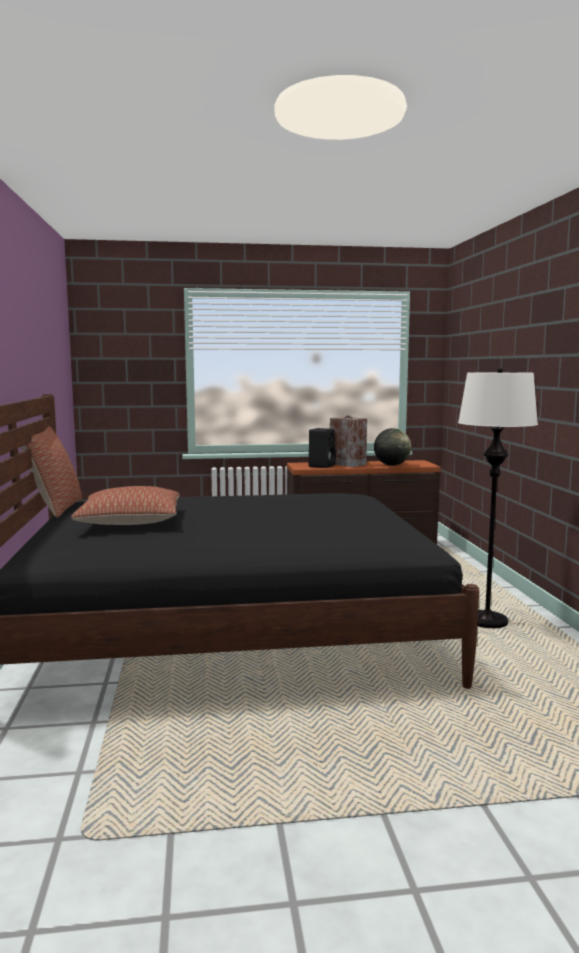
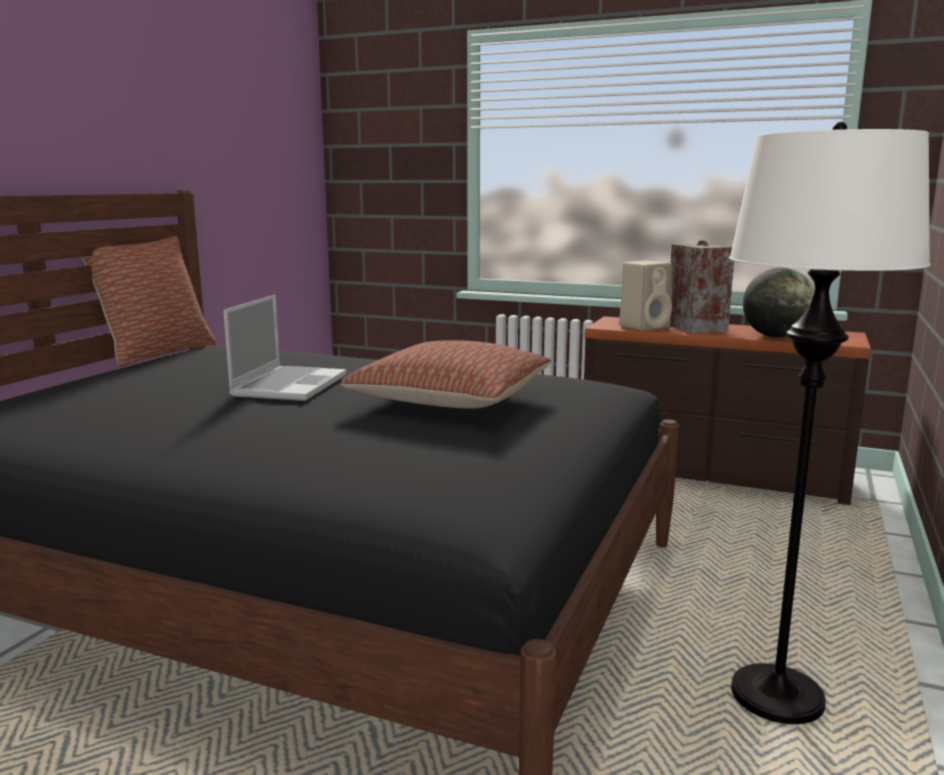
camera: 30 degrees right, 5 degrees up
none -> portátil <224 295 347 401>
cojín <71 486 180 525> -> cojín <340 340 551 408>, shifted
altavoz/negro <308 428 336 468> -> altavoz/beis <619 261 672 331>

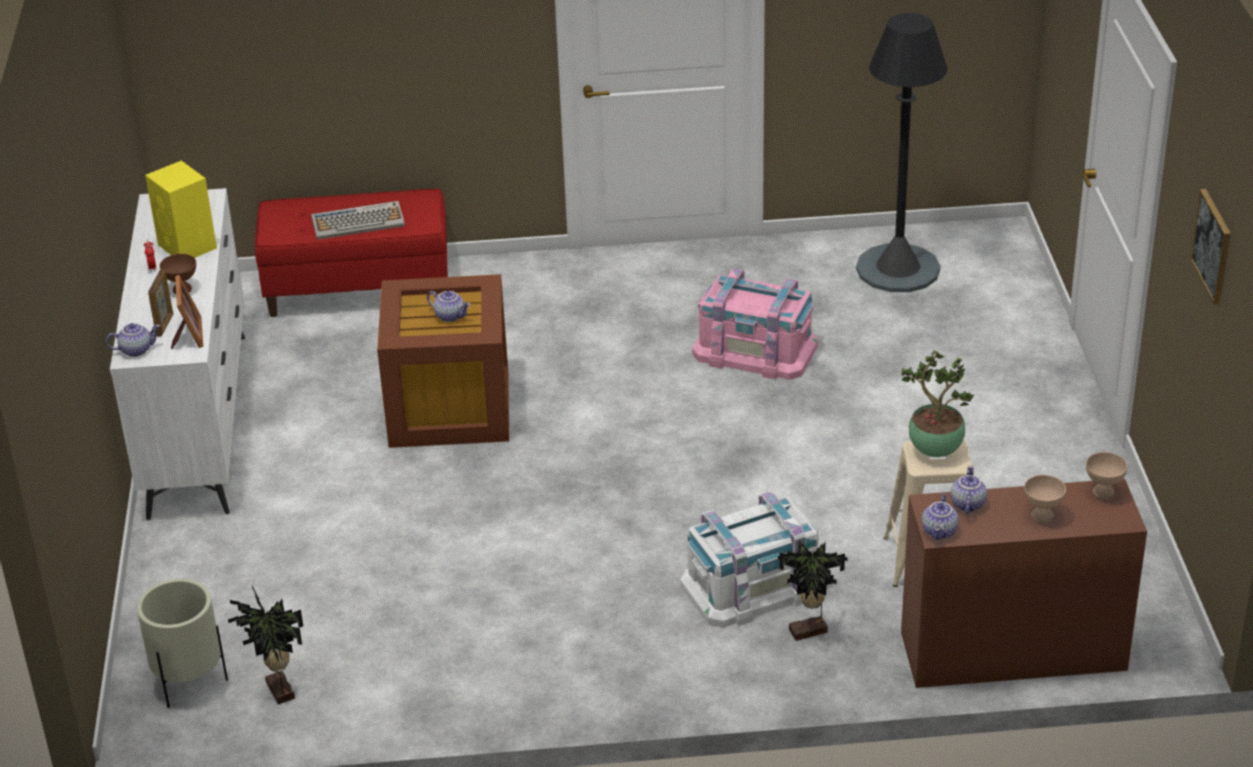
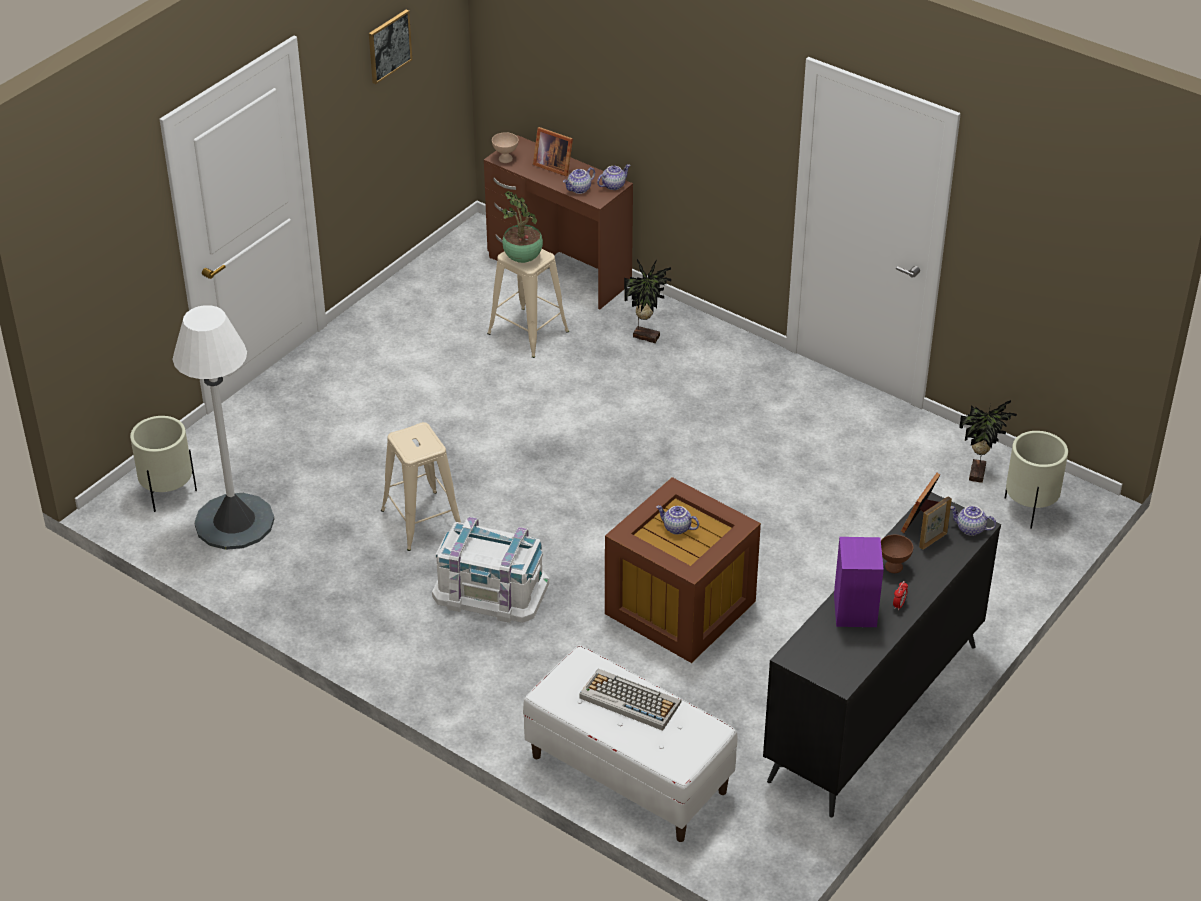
camera: 140 degrees left, 5 degrees up
none -> maceta/beis <130 416 197 512>
caja de almacenaje/blanco <680 492 819 628> -> caja de almacenaje/blanco <432 517 549 623>, shifted
caja de almacenaje/rosa <692 269 818 380> -> taburete/beis <381 422 461 551>
cuenco/beis <1024 475 1066 522> -> portarretratos <533 127 573 176>
cómoda/blanco <110 188 245 520> -> cómoda/negro <763 492 1001 817>
altavoz/amarillo <145 161 217 258> -> altavoz/morado <834 537 884 627>
banco/rojo <255 189 448 317> -> banco/blanco <523 645 737 842>
lámpara de pie/negro <856 13 947 292> -> lámpara de pie/blanco <172 305 274 550>
tetera <427 291 470 322> -> tetera <656 505 699 534>, 45 degrees counterclockwise

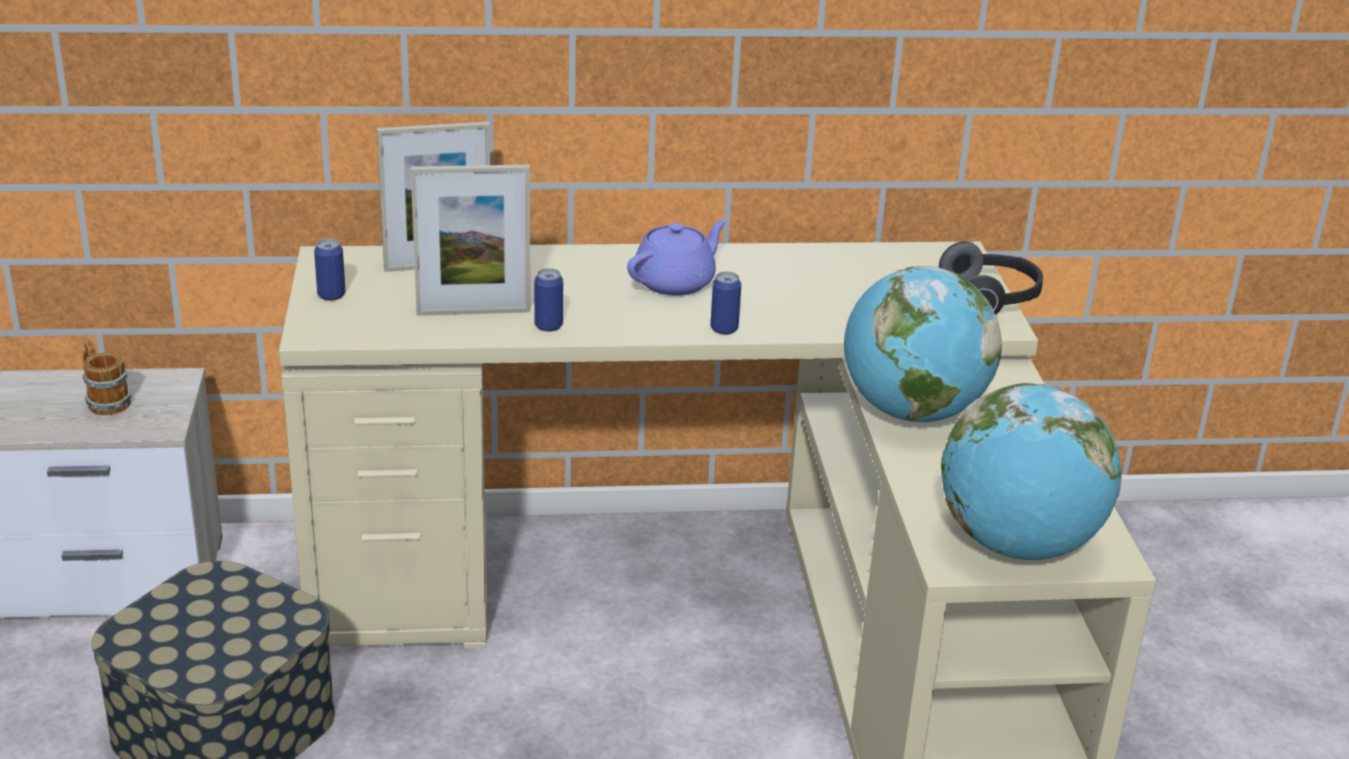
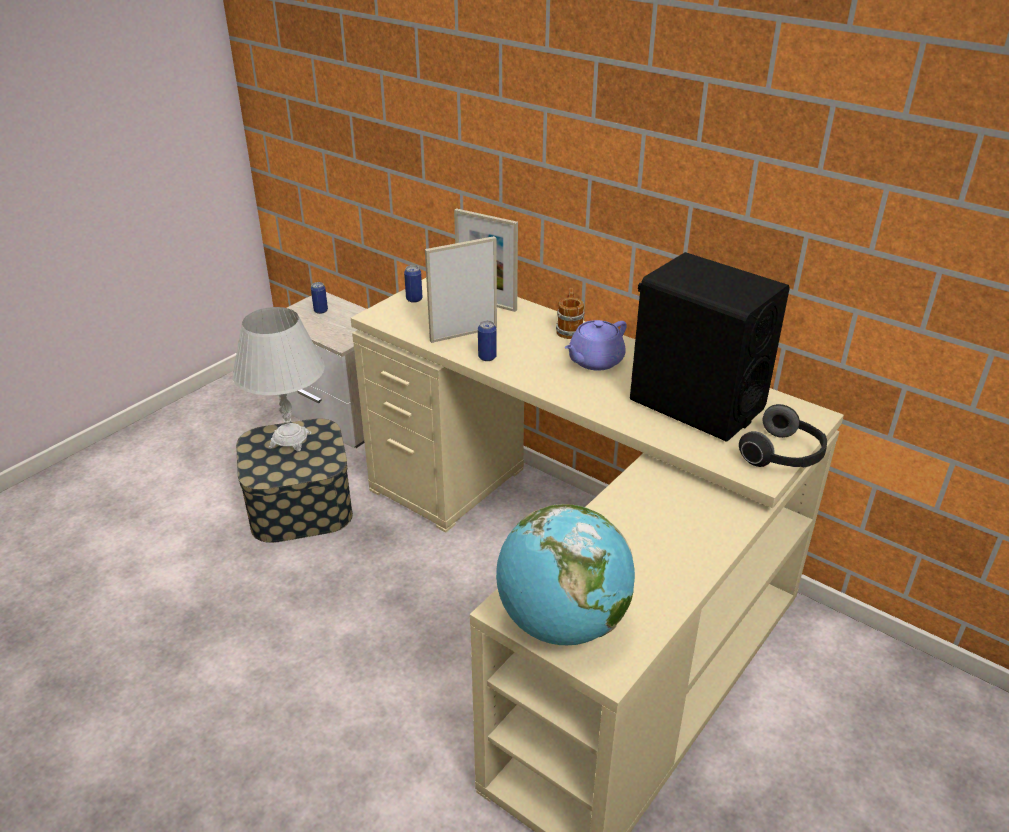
camera: 45 degrees right, 5 degrees up
globo terráqueo <844 266 1002 422> -> none
none -> lámpara de mesa/blanco <232 307 325 451>
none -> altavoz/negro <630 252 790 442>
taza grande <82 340 132 415> -> taza grande <556 288 584 339>, shifted
lata <710 271 741 335> -> lata <311 282 328 314>, shifted
portarretratos <411 165 530 316> -> portarretratos <425 236 497 343>, 120 degrees clockwise
tetera/morado <627 219 727 296> -> tetera/morado <564 320 627 371>, 135 degrees clockwise

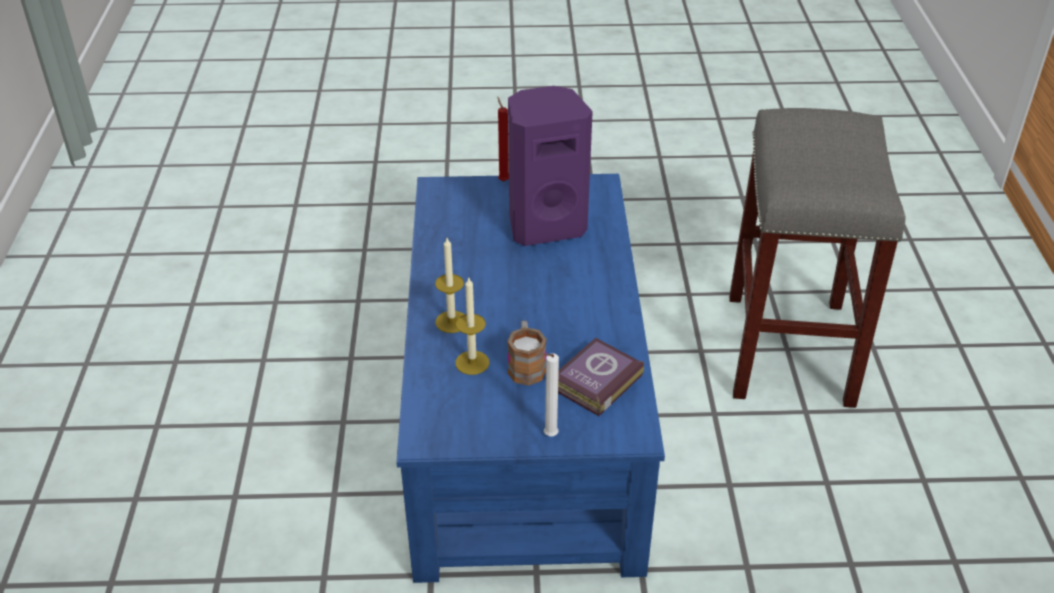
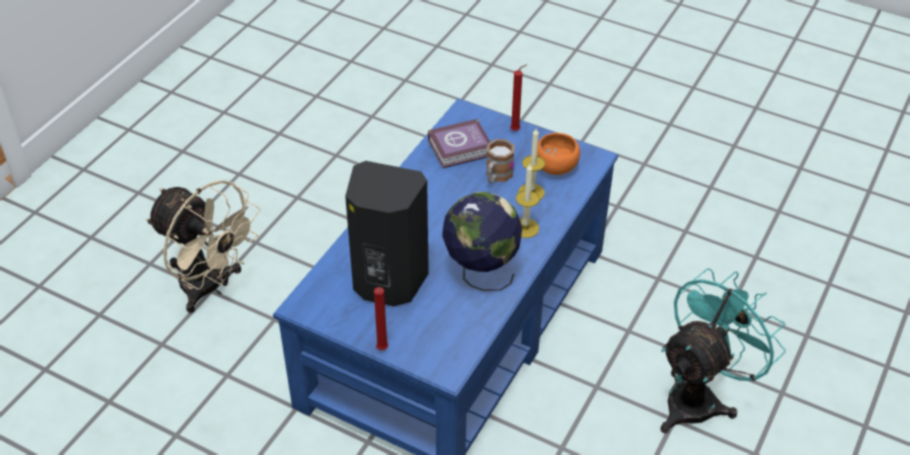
camera: 150 degrees left, 5 degrees up
none -> globo terráqueo <442 192 522 291>
none -> cuenco/naranja <537 133 580 175>
none -> ventilador/turquesa <660 268 786 434>
taburete/gris <729 108 906 408> -> ventilador/beis <146 180 260 313>
altavoz/morado <508 86 593 246> -> altavoz/negro <345 161 429 306>
vela/blanco <543 353 559 436> -> vela/rojo <510 64 527 131>

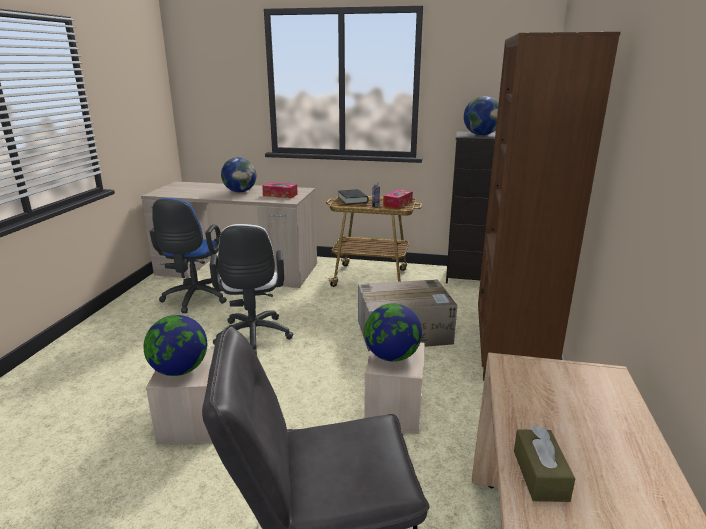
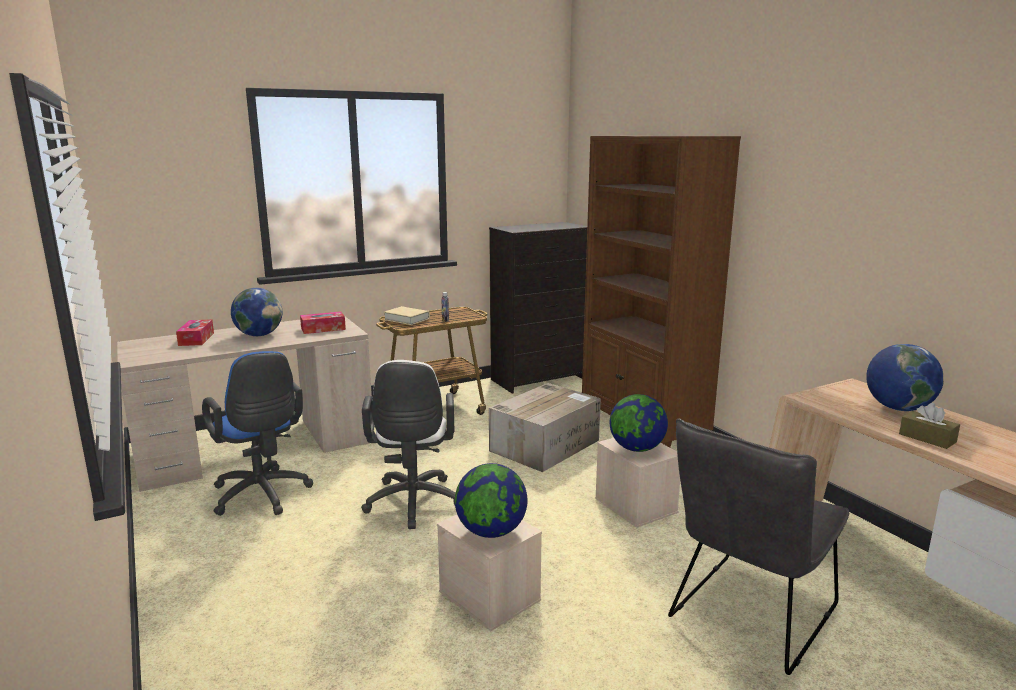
camera: 40 degrees left, 5 degrees down
caja de pañuelos <383 189 413 209> -> caja de pañuelos <176 319 214 346>, shifted
globo terráqueo <464 96 499 135> -> globo terráqueo <866 344 944 411>, shifted
libro/negro <338 189 368 205> -> libro/beis <384 306 430 325>
silla de oficina/blanco <210 224 293 355> -> silla de oficina/blanco <361 360 455 529>, 45 degrees clockwise

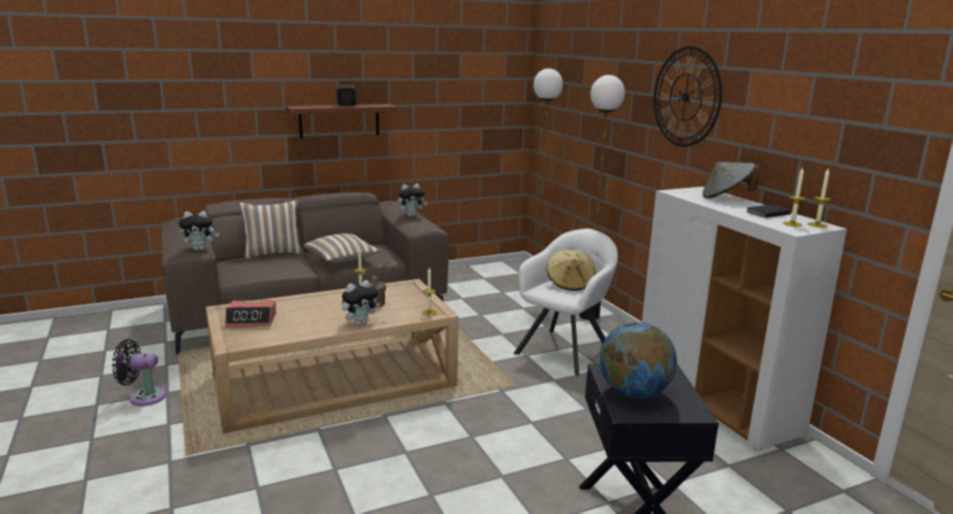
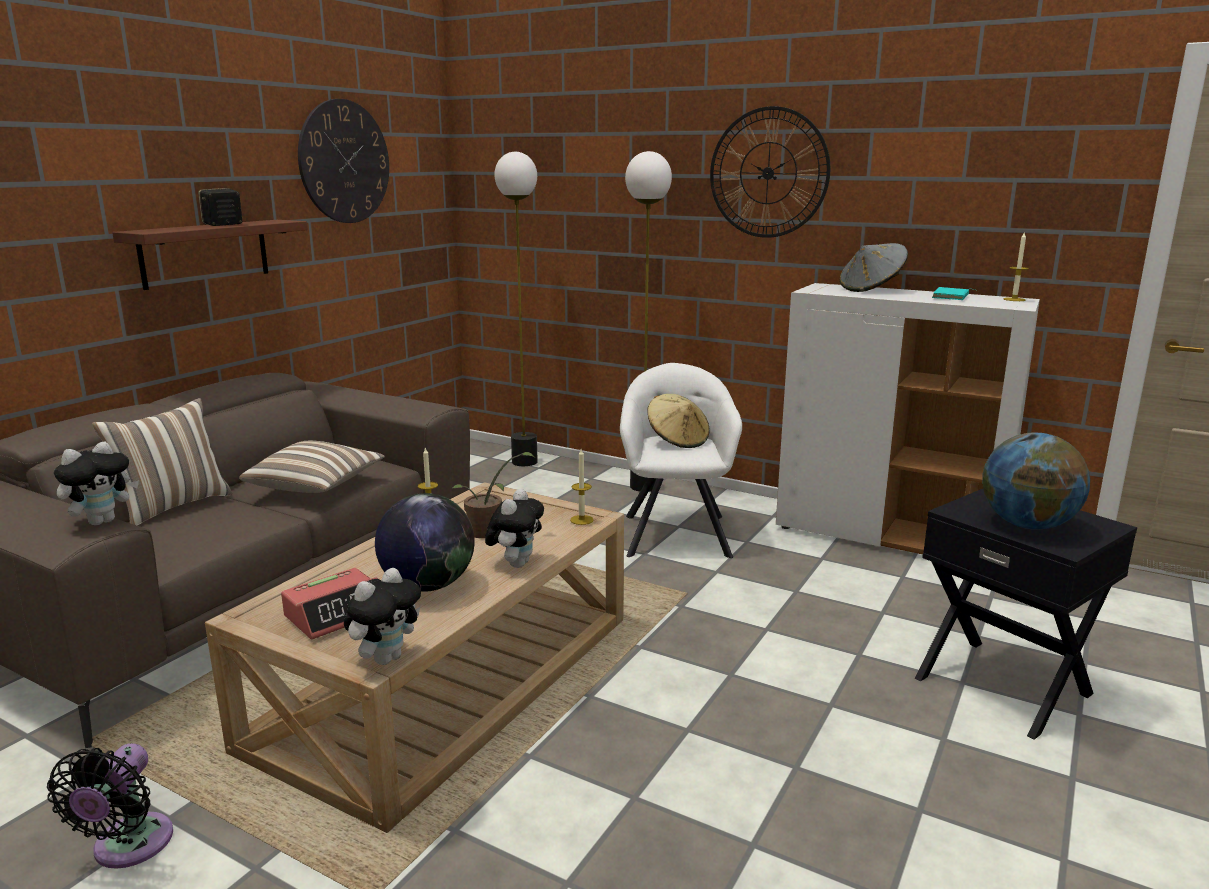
camera: 35 degrees left, 0 degrees up
vela <783 167 806 227> -> none
none -> reloj de pared <298 99 389 223>
none -> globo terráqueo <375 493 475 592>
peluche <398 184 428 217> -> peluche <344 568 421 665>, shifted
libro/negro <746 204 792 218> -> libro/turquesa <932 287 978 300>
ventilador/negro <112 339 166 406> -> ventilador/negro <47 743 173 869>, 45 degrees counterclockwise

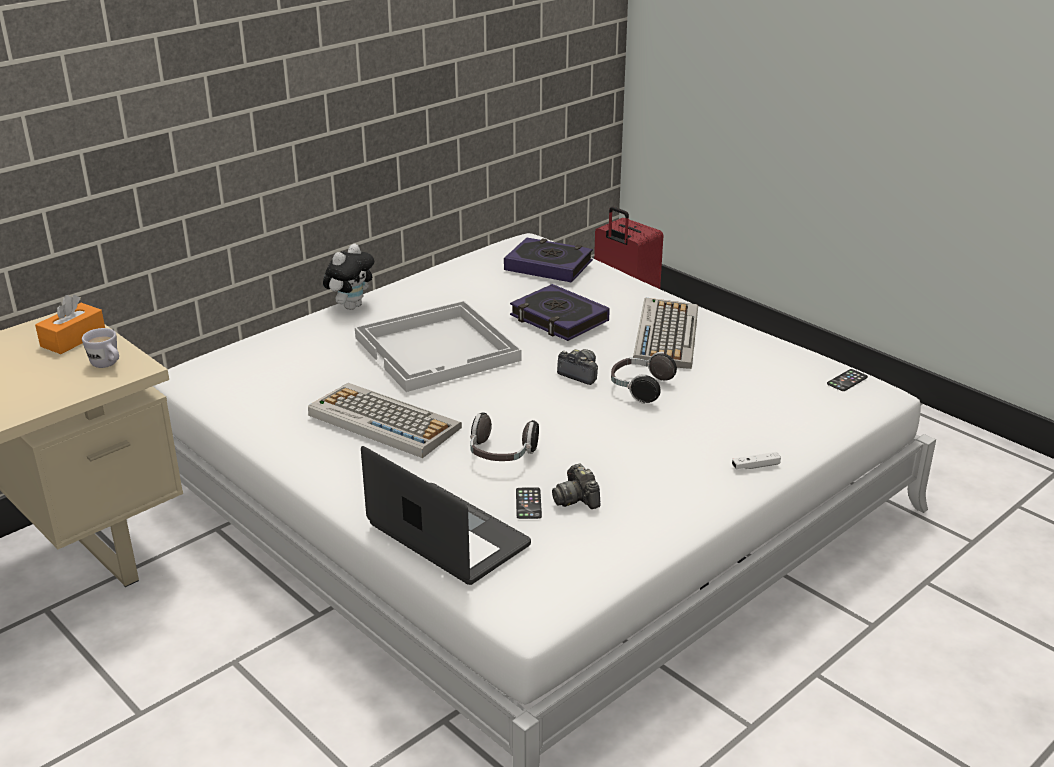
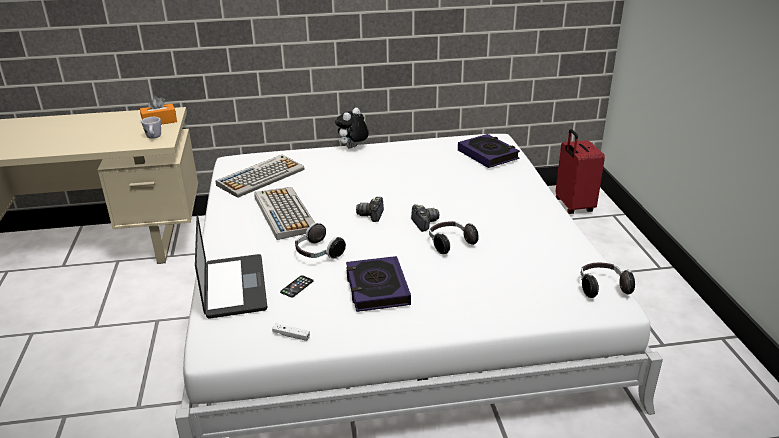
camera: 35 degrees right, 0 degrees up
bandeja/blanco <355 301 522 392> -> none
libro <510 284 610 341> -> libro <346 256 411 312>, shifted
cámara <552 464 600 509> -> cámara <356 197 384 222>, shifted
teclado <633 298 698 369> -> teclado <216 154 304 198>, shifted
mando de consola/blanco <732 452 781 469> -> mando de consola/blanco <272 323 310 341>, shifted
móvil <827 369 868 391> -> auriculares <581 263 635 298>
peluche <323 244 374 310> -> peluche <335 108 369 149>, 150 degrees clockwise

